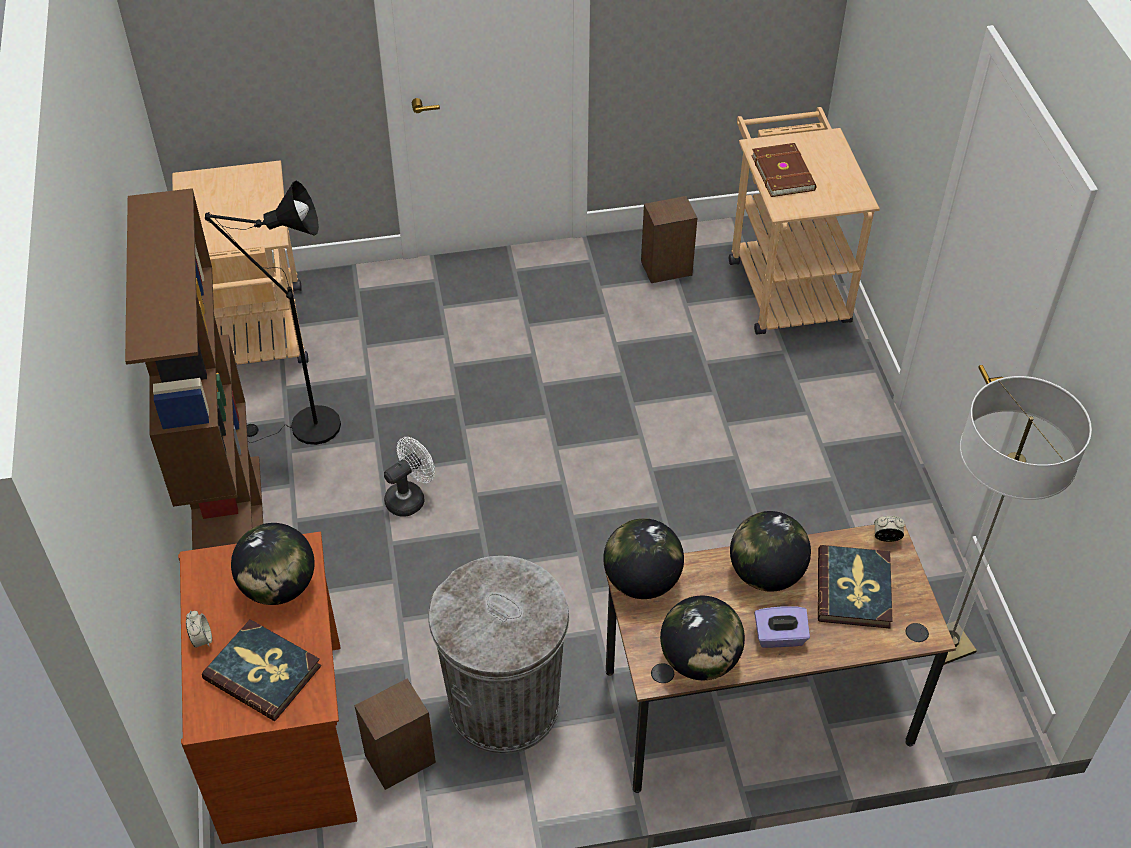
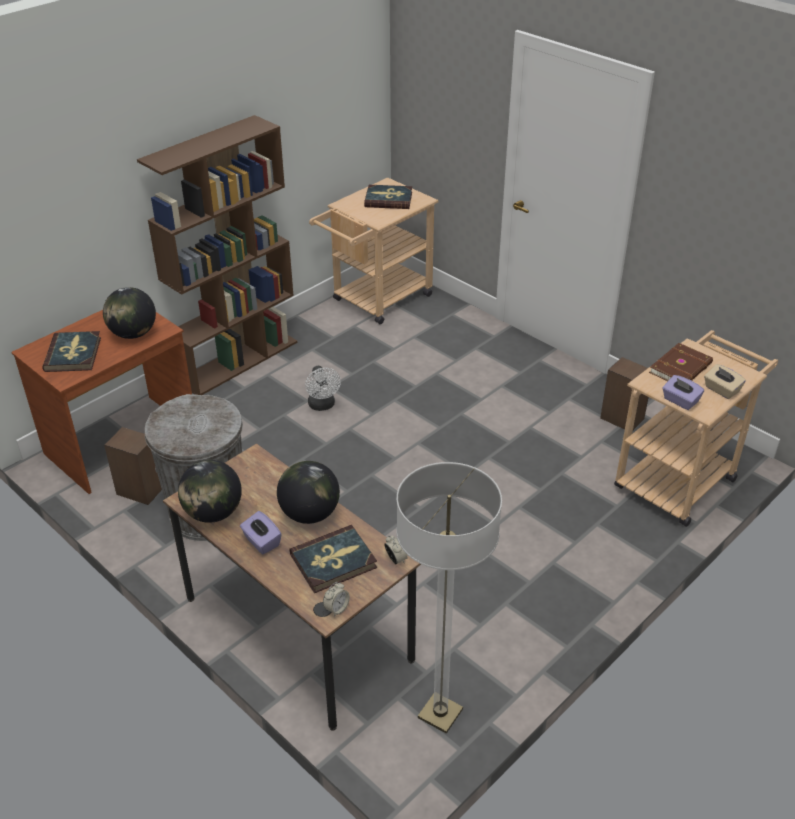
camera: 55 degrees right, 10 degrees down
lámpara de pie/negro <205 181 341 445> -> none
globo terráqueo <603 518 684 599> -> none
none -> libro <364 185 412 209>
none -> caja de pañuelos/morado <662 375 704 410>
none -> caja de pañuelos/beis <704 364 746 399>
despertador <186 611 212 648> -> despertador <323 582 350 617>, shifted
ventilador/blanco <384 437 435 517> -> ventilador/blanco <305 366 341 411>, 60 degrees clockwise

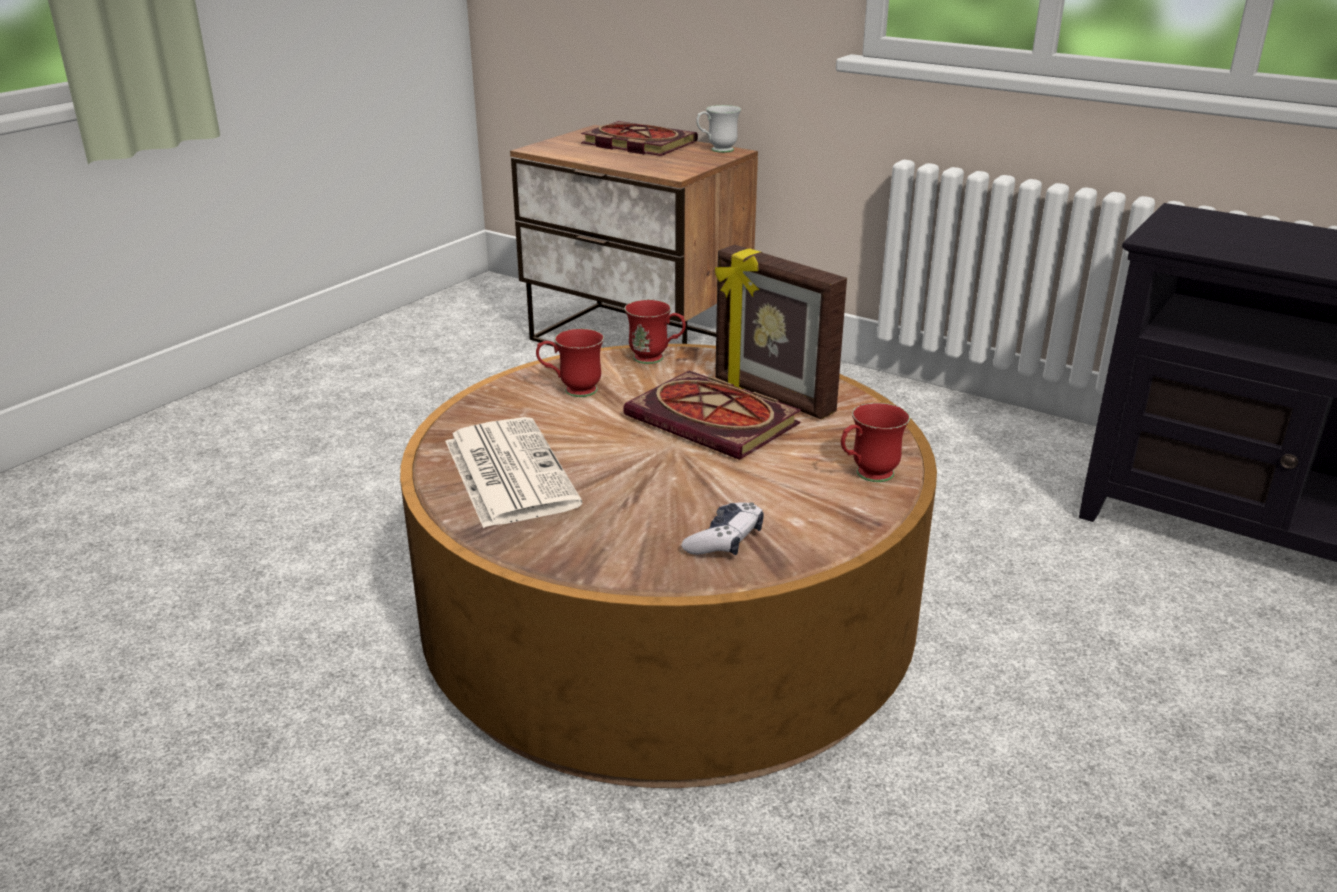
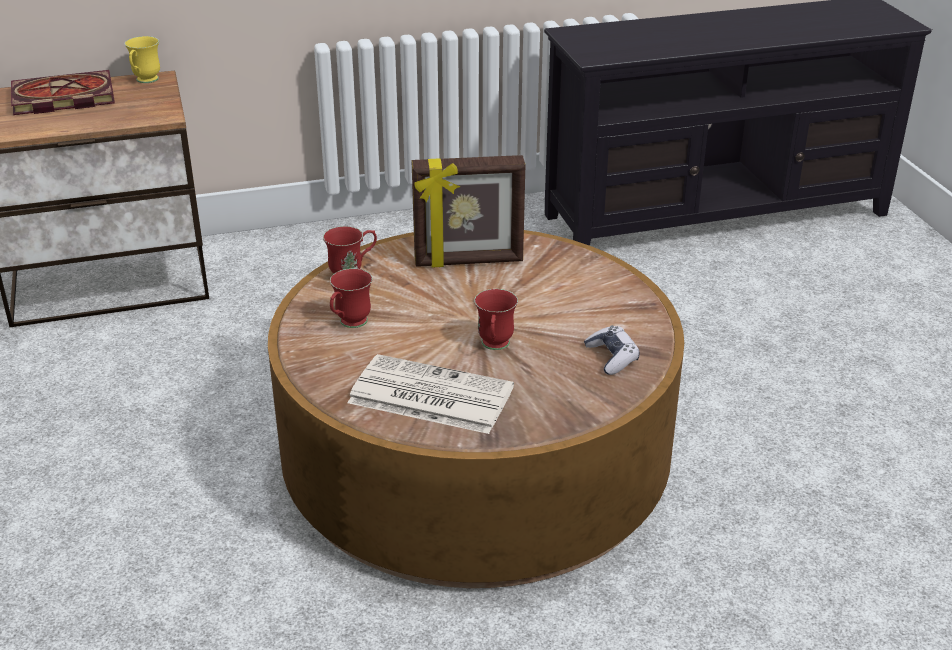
camera: 50 degrees left, 5 degrees up
libro <623 371 801 460> -> none
taza grande/rojo <841 403 910 482> -> taza grande/rojo <474 289 518 350>, shifted
taza grande/blanco <696 105 741 153> -> taza grande/amarillo <125 36 160 83>

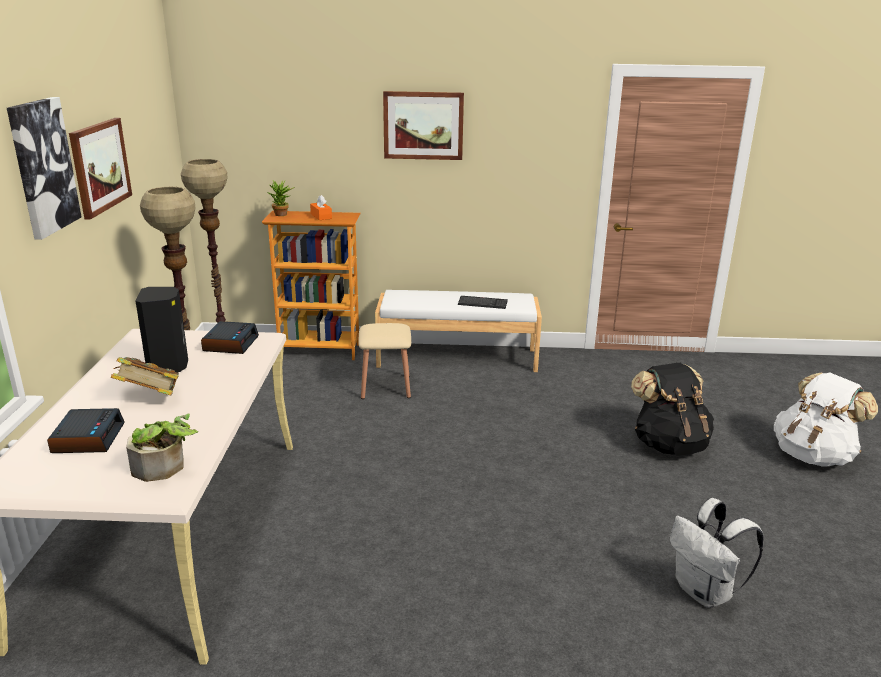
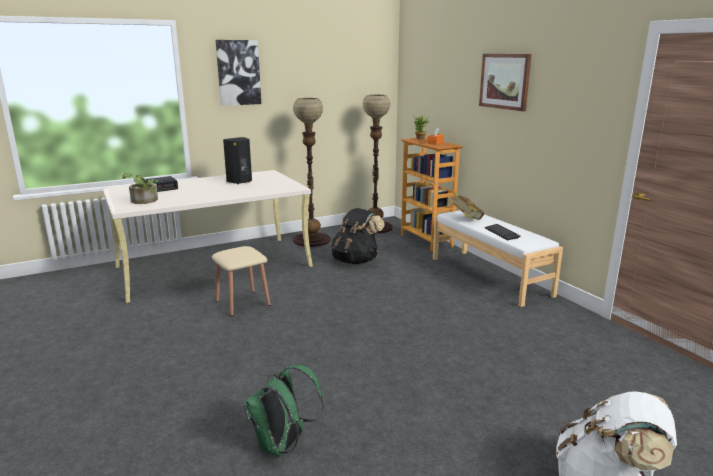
camera: 60 degrees right, 5 degrees down
cuadro <69 118 132 220> -> none
despertador <201 321 259 354> -> none
libro <111 357 179 396> -> libro <448 192 484 220>, shifted
taburete/beis <358 323 411 399> -> taburete/beis <212 246 271 316>, shifted
mochila/negro <631 363 714 456> -> mochila/negro <332 208 385 264>, shifted
mochila/blanco <670 498 764 608> -> mochila/verde <244 365 324 456>

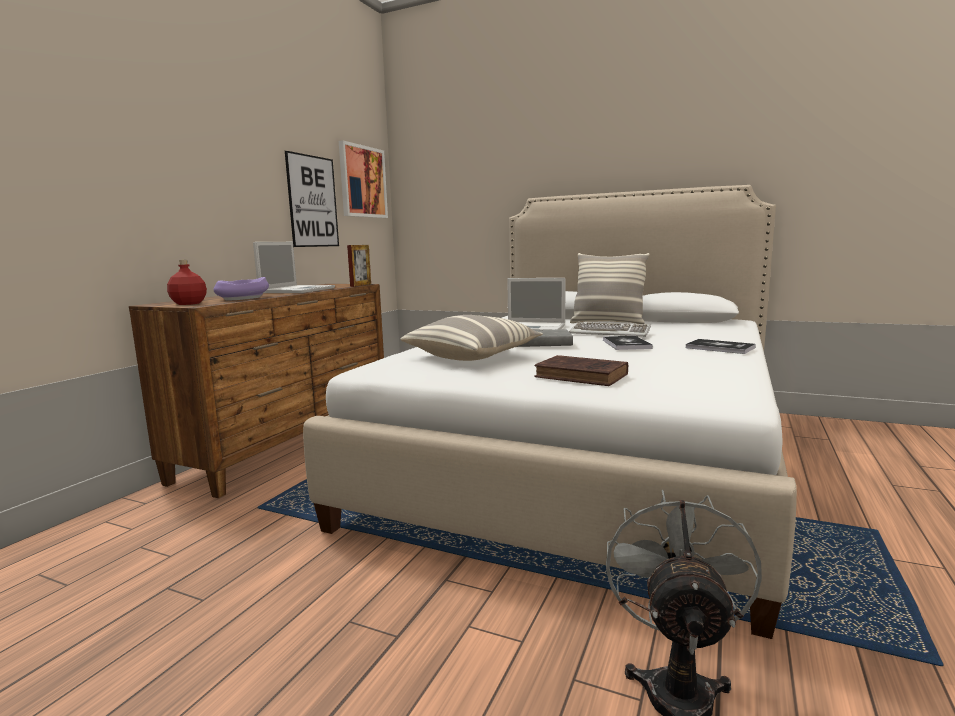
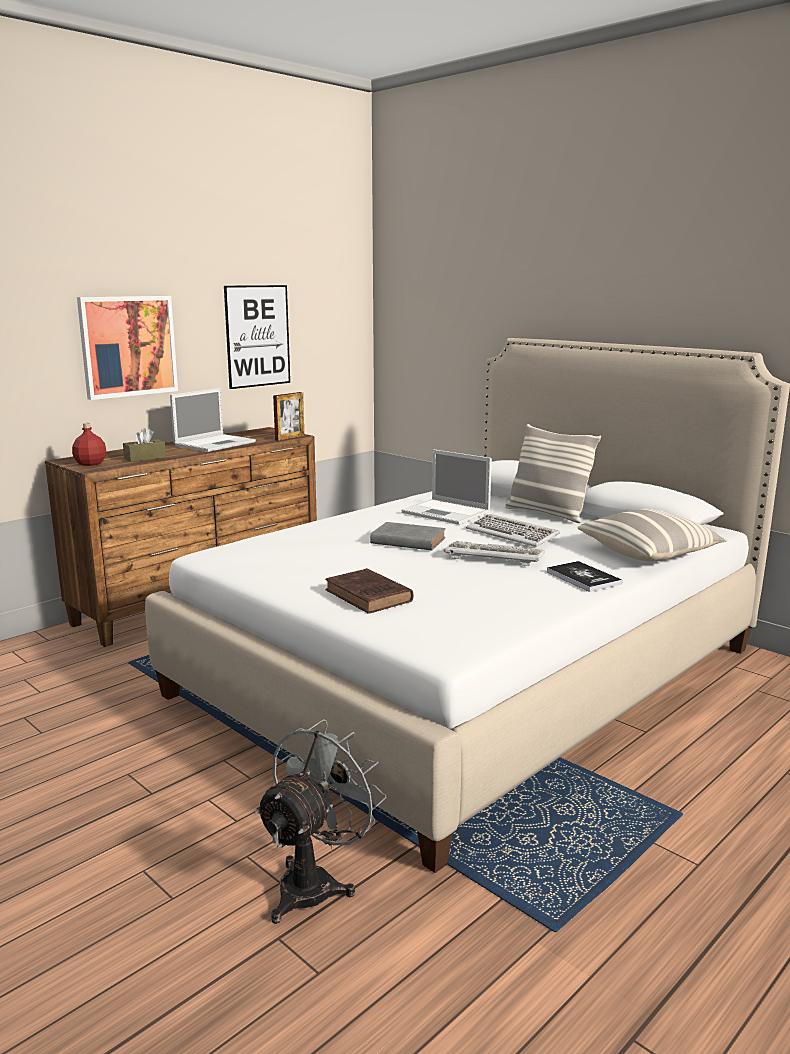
camera: 20 degrees right, 5 degrees up
cuadro <339 140 388 218> -> cuadro <77 296 178 400>, shifted
cojín <400 315 543 361> -> cojín <578 508 728 561>, shifted
cuenco/morado <214 277 269 301> -> caja de pañuelos/marrón <123 428 166 462>
libro <603 336 653 350> -> teclado <444 541 545 566>

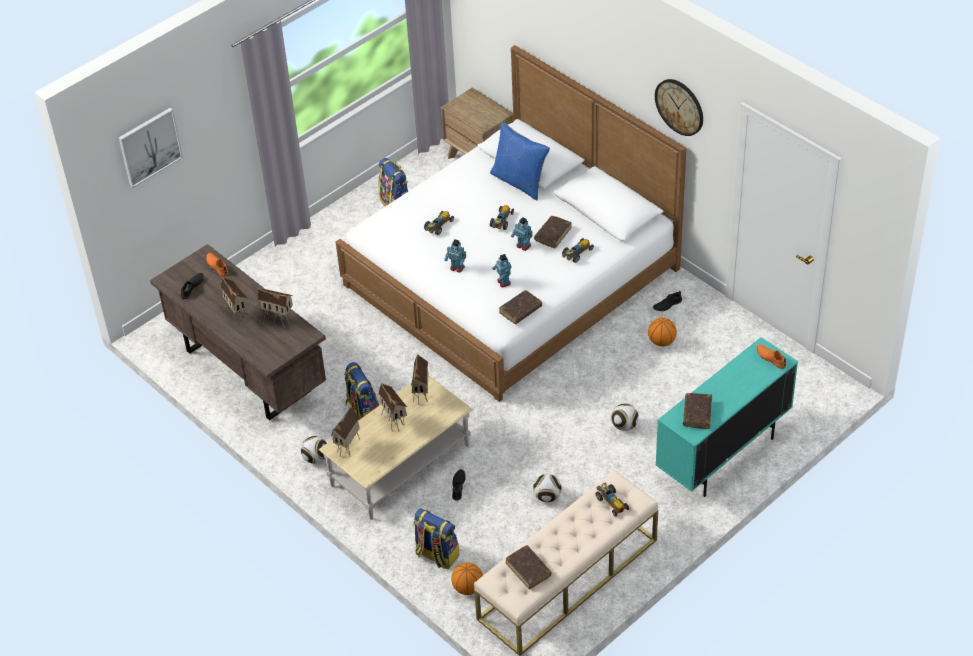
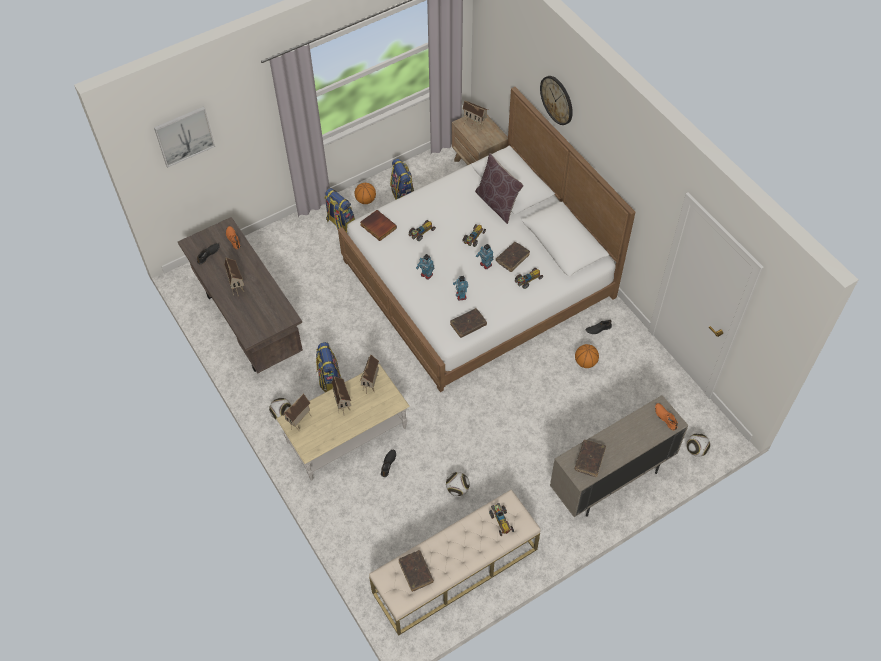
camera: 10 degrees right, 10 degrees up
none -> libro <360 210 397 241>
casita <257 288 293 328> -> casita <463 100 488 132>, shifted
mochila <413 508 459 569> -> mochila <324 188 355 233>, shifted
balón de baloncesto <451 563 483 595> -> balón de baloncesto <355 183 376 204>, shifted
balón de fútbol <611 403 639 431> -> balón de fútbol <686 433 710 457>, shifted
reloj de pared <655 79 703 136> -> reloj de pared <540 76 573 125>, shifted
cojín/azul <490 122 550 200> -> cojín/marrón <475 153 524 224>
armario/turquesa <656 337 798 497> -> armario/beis <550 395 689 517>

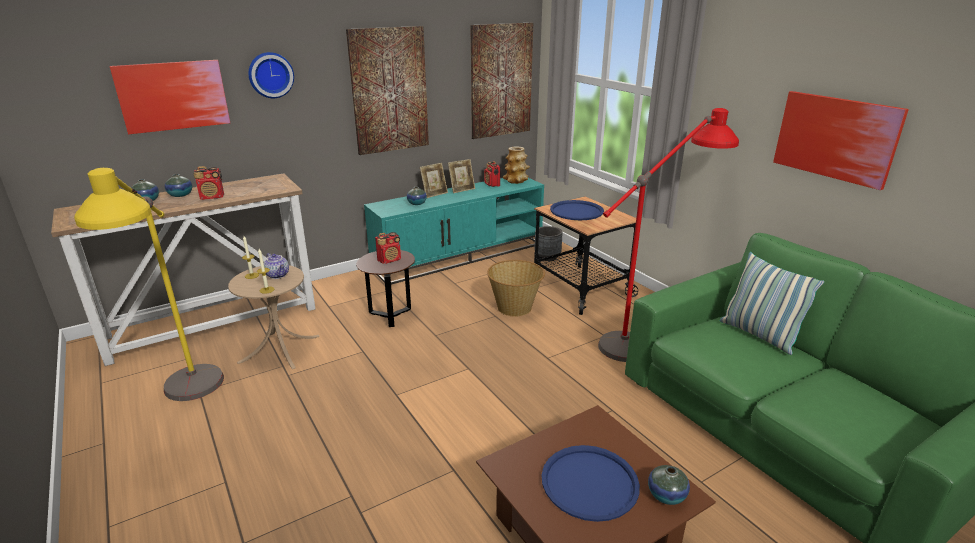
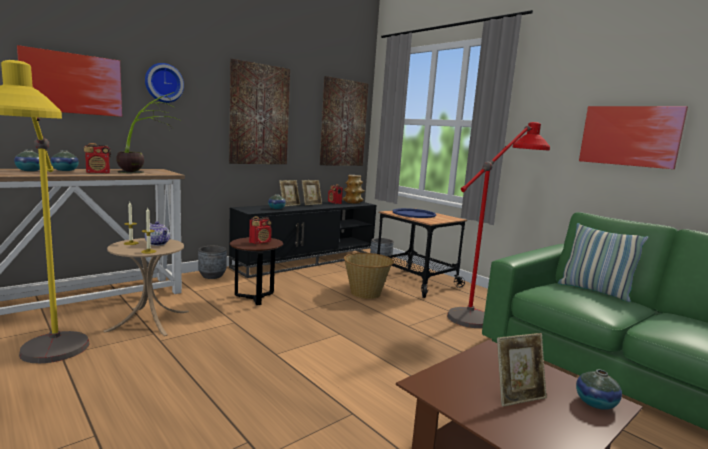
camera: 10 degrees left, 15 degrees down
none -> planta en maceta <116 92 181 173>
none -> maceta/gris <198 246 227 279>
bandeja/azul <542 445 640 522> -> portarretratos <497 333 547 407>
mueble de televisión/turquesa <364 178 544 285> -> mueble de televisión/negro <229 201 377 278>

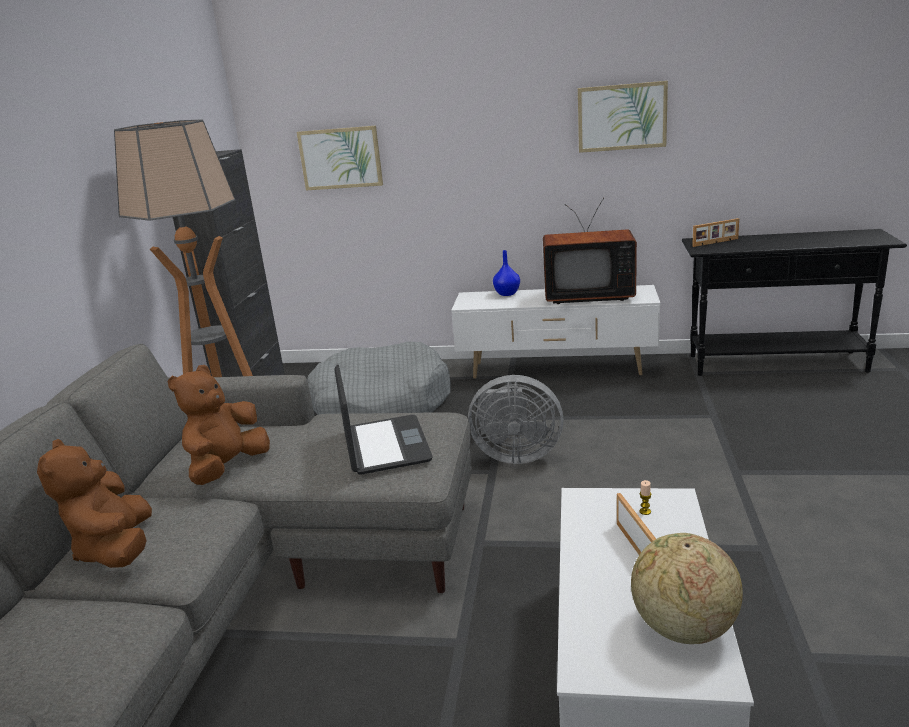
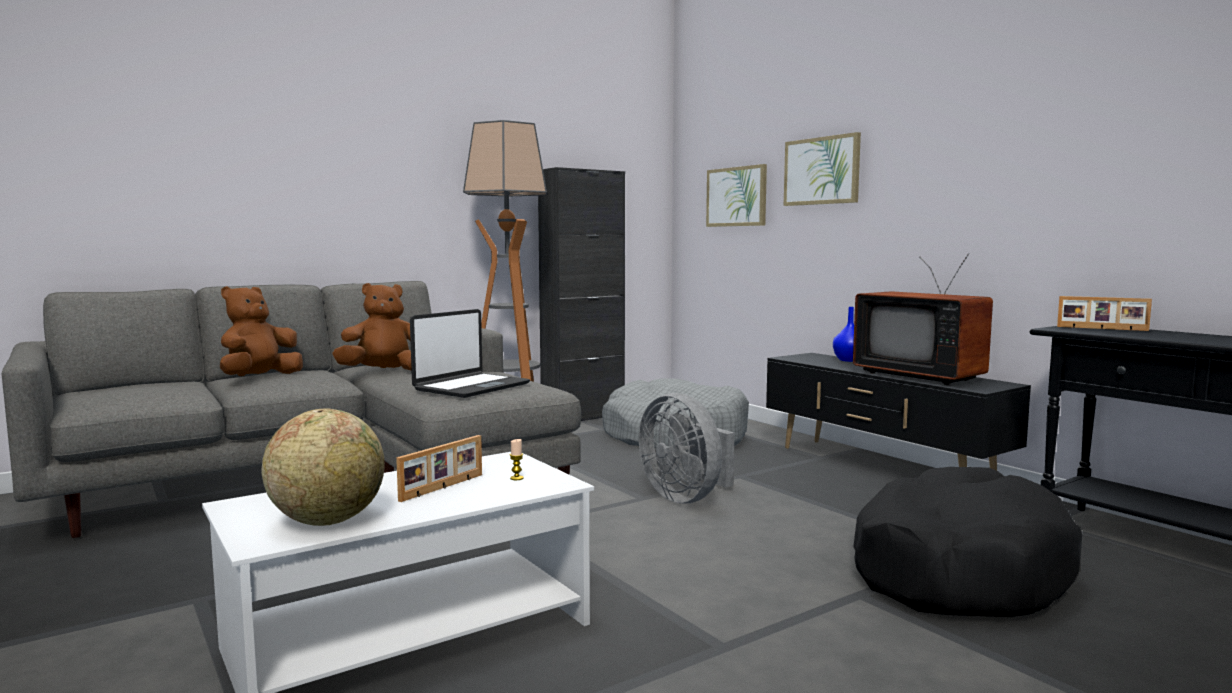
camera: 45 degrees right, 15 degrees down
none -> cama para perro/negro <853 467 1082 617>
cuadro <578 81 668 153> -> cuadro <784 132 861 206>, shifted
mueble de televisión/blanco <451 285 660 379> -> mueble de televisión/negro <766 353 1031 471>

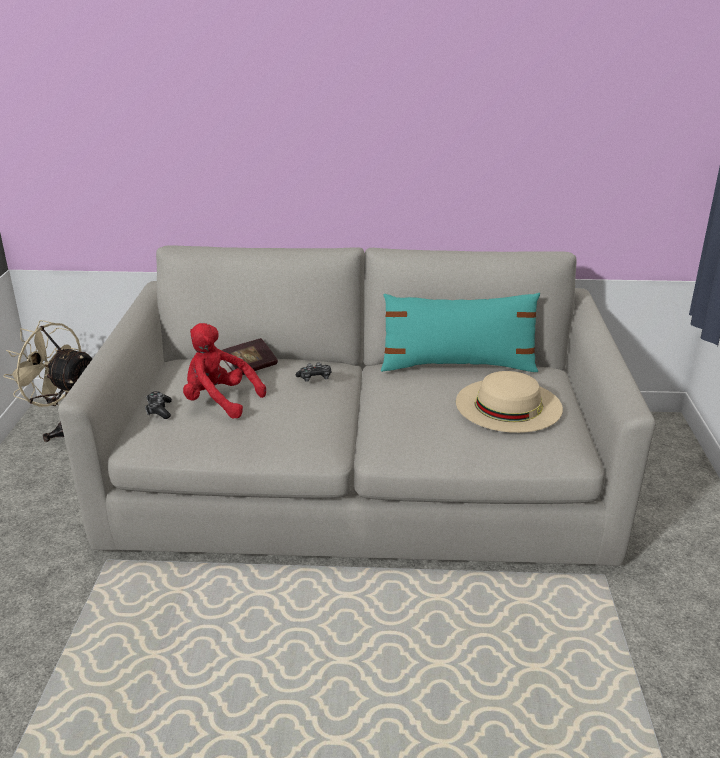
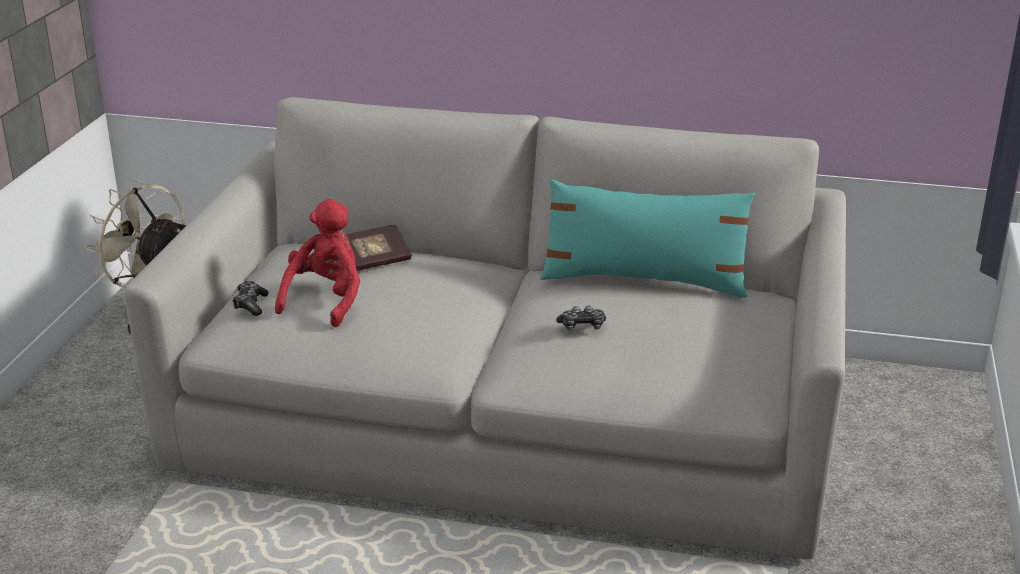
camera: 10 degrees right, 0 degrees up
sombrero/beis <456 371 563 433> -> none
mando de consola <296 362 332 382> -> mando de consola <556 306 606 331>, shifted
peluche/rojo <183 323 266 418> -> peluche/rojo <275 199 360 327>, 75 degrees clockwise

